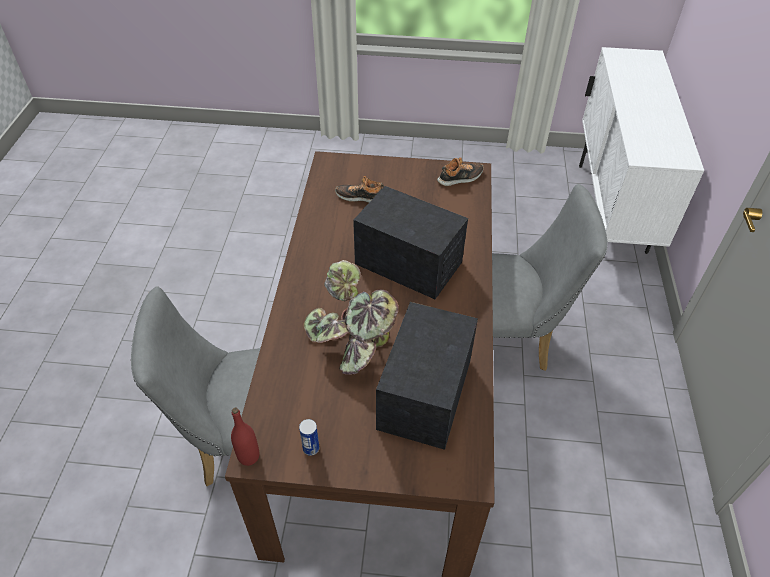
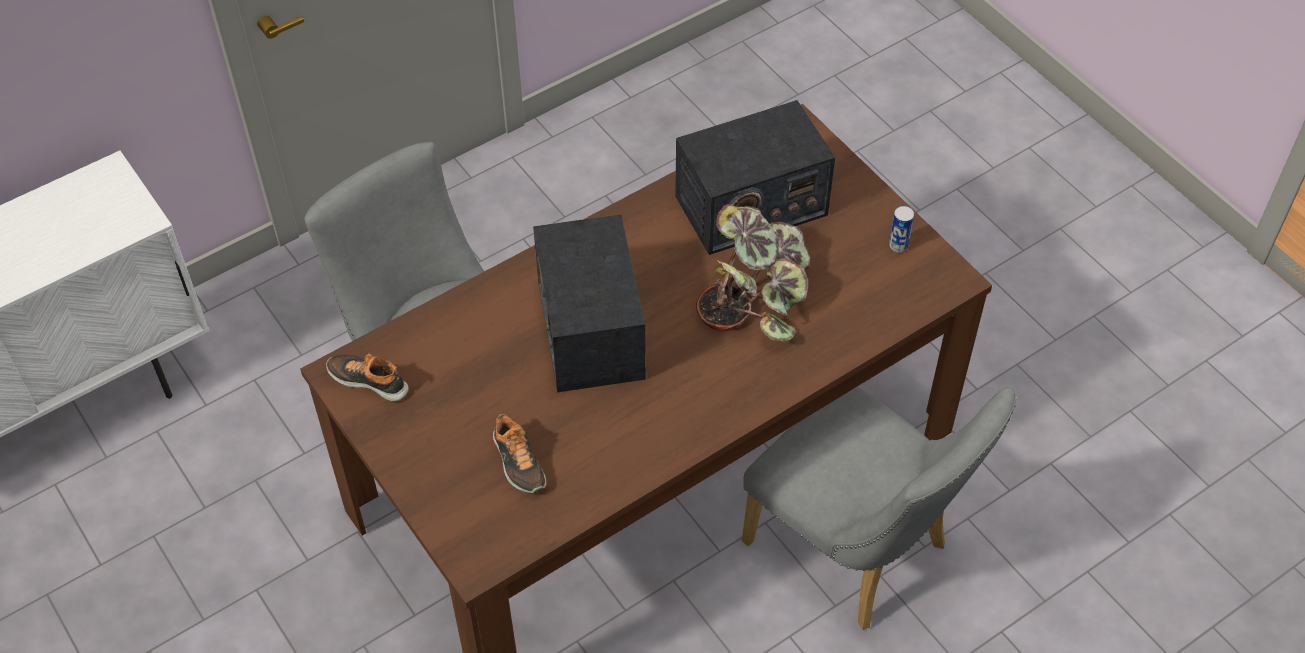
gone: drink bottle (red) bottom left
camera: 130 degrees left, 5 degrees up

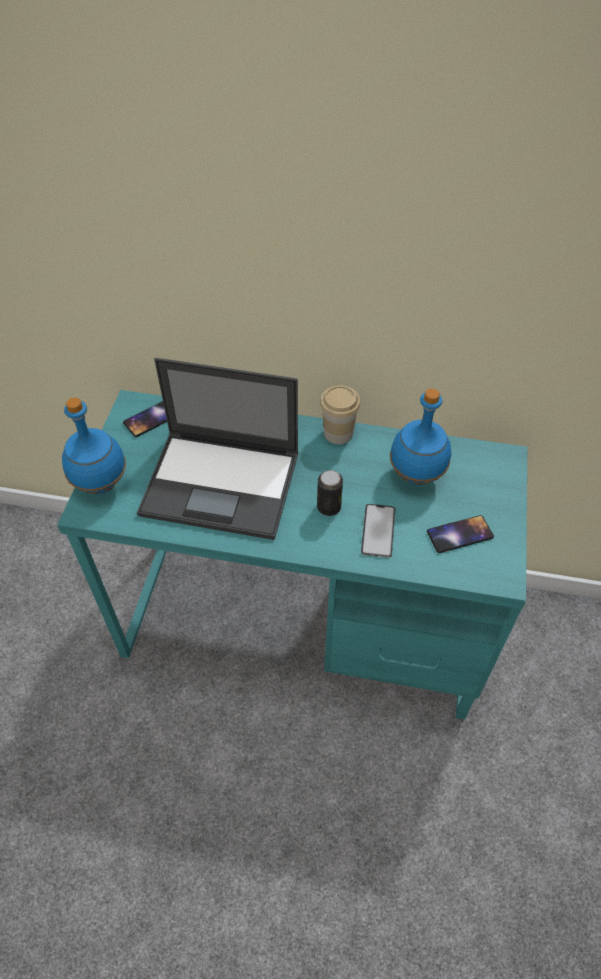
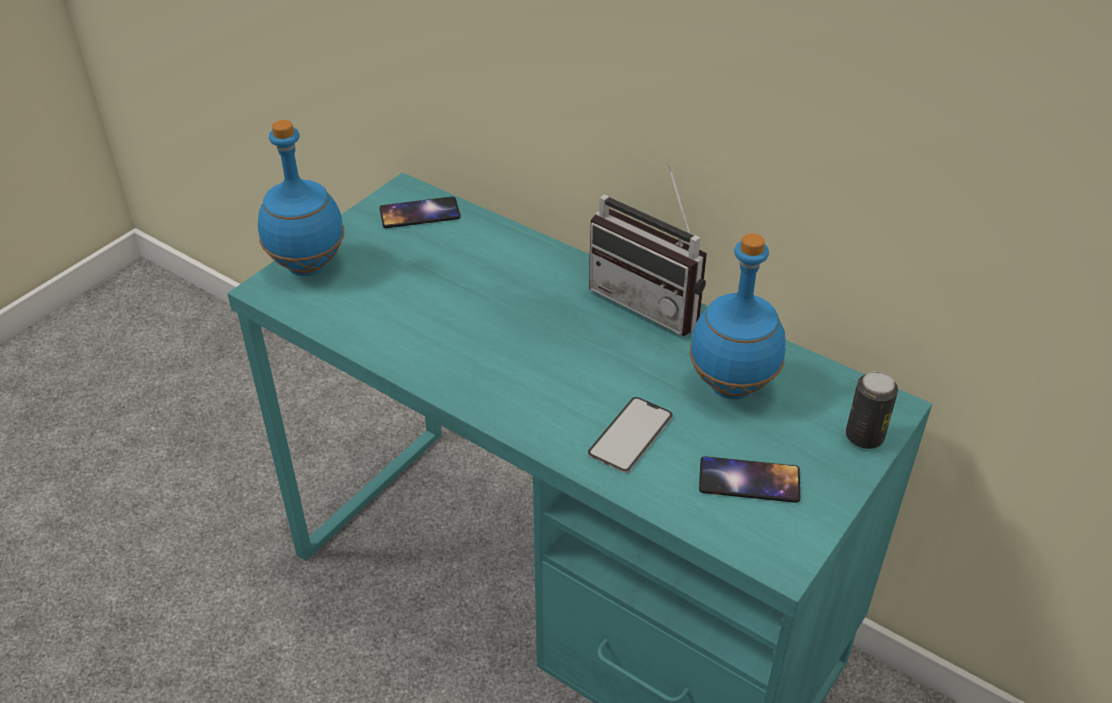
gone: laptop centre
shifted: metal can centre to middle right
swapped: cup centre to radio receiver centre
camera: 25 degrees right, 10 degrees down

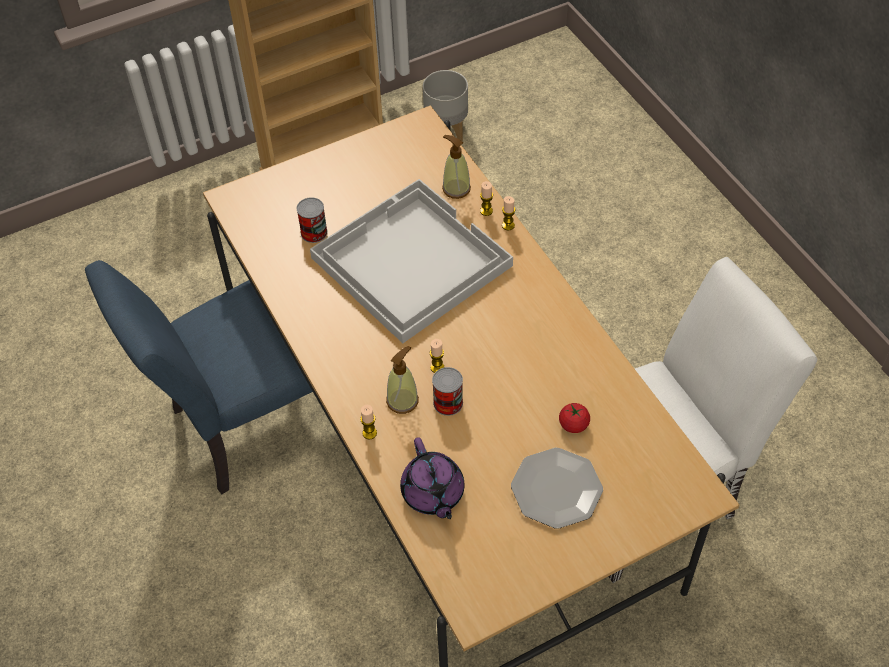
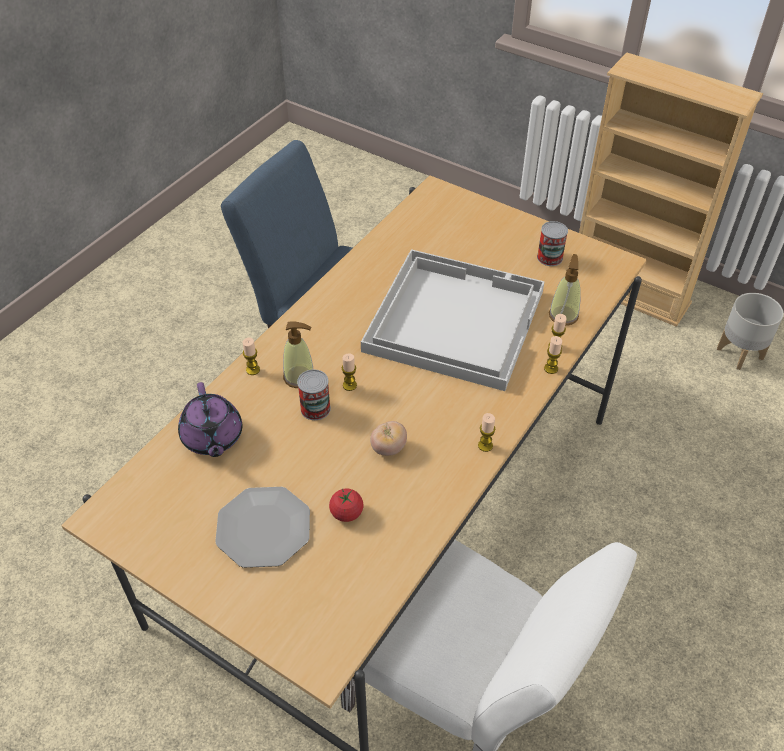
new: fresh tomato (no. 2 from left) centre; candle (no. 3 from left) centre
shifted: metal can (no. 1 from left in the first image) top centre to metal can (no. 2 from left) top right
rotated: tea pot (purple-coloured) bottom centre = middle left 60 degrees counterclockwise
camera: 60 degrees right, 5 degrees down

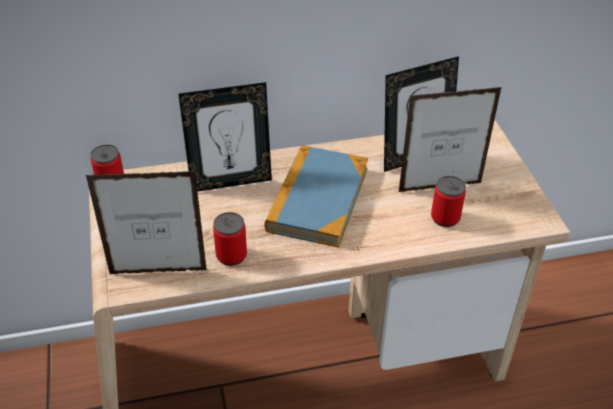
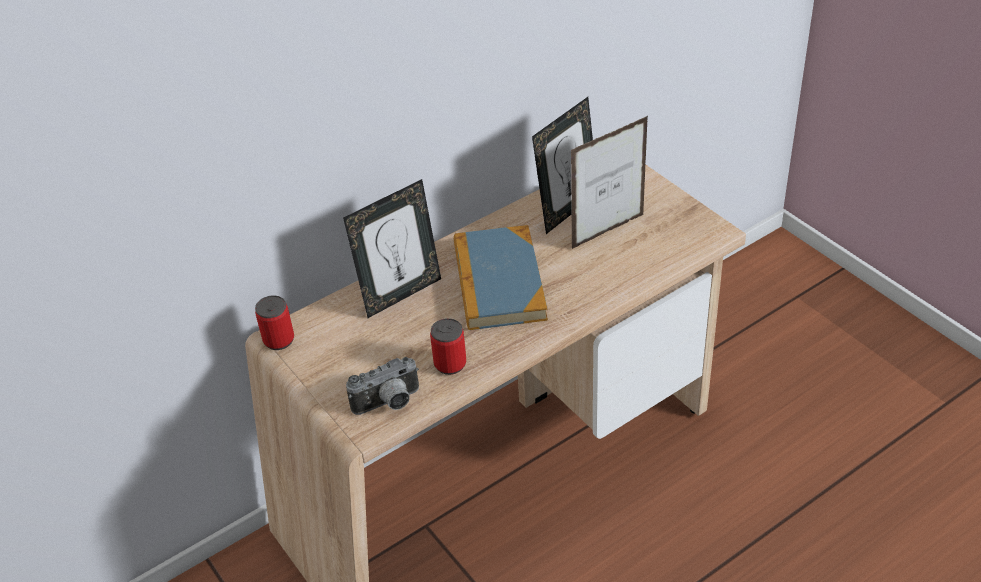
gone: metal can (no. 3 from left) middle right
swapped: picture frame (no. 1 from left) middle left to photo camera centre
camera: 20 degrees left, 0 degrees up

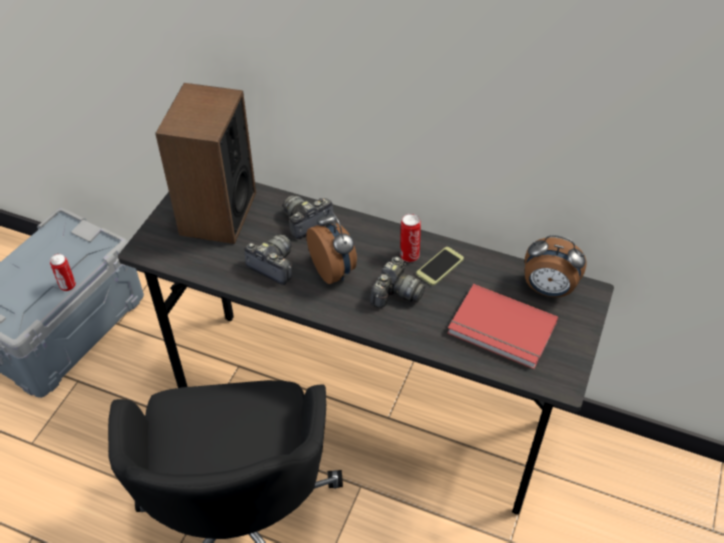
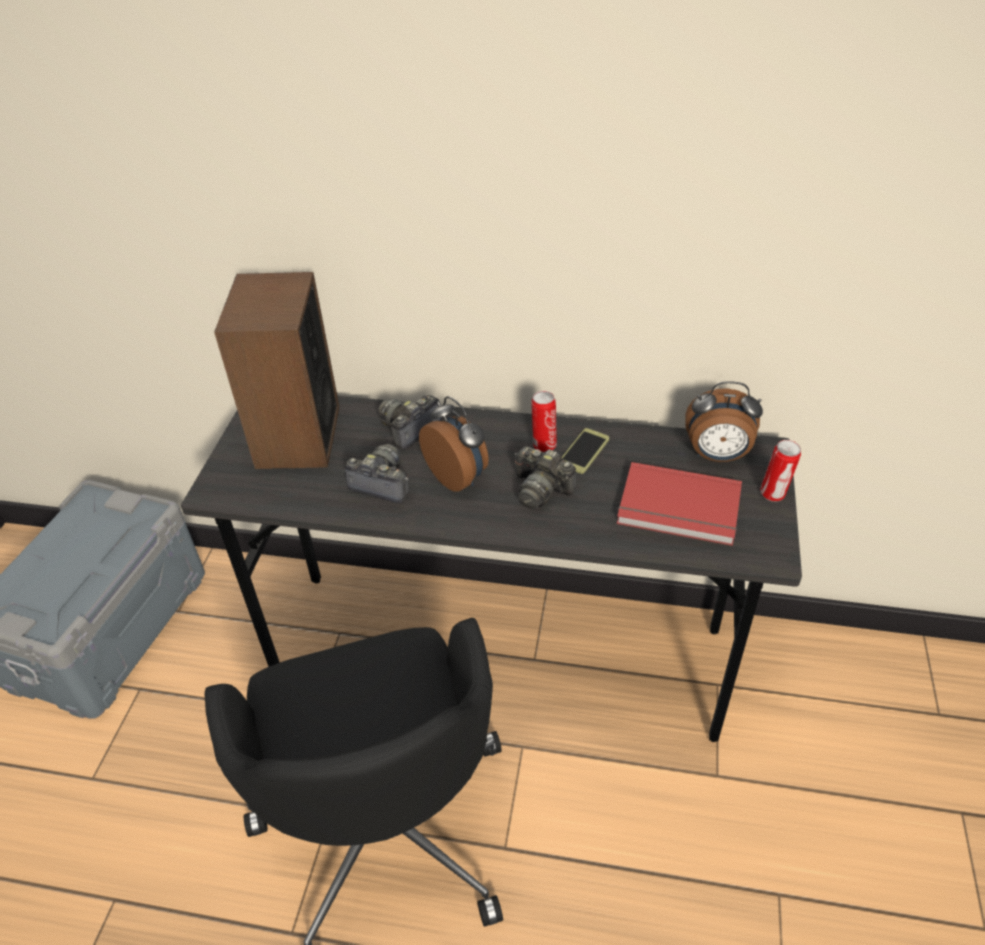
shifted: metal can (no. 1 from left in the first image) middle left to metal can (no. 2 from left) middle right
rotated: photo camera (no. 3 from left) centre = centre 105 degrees clockwise
camera: 10 degrees left, 5 degrees down

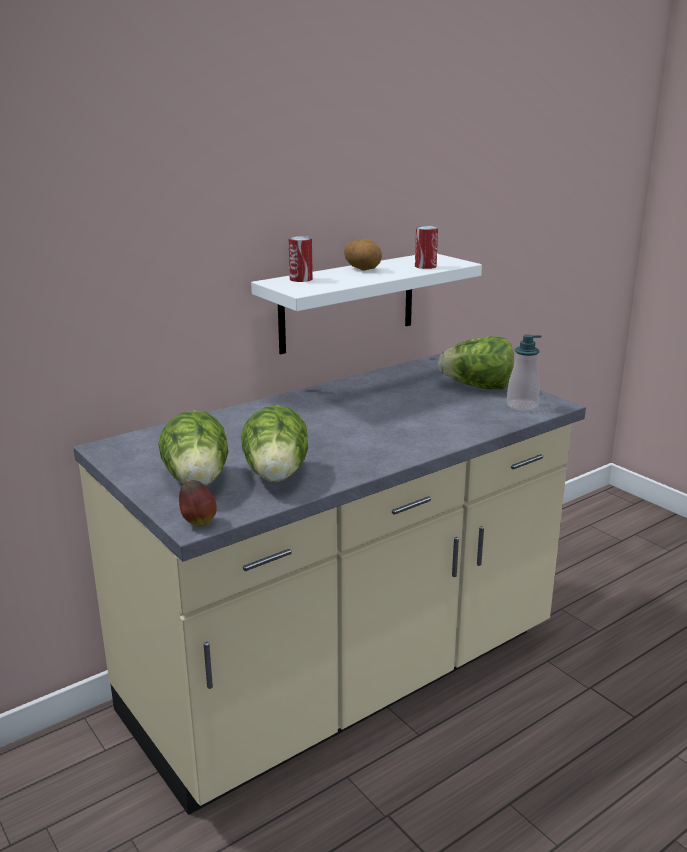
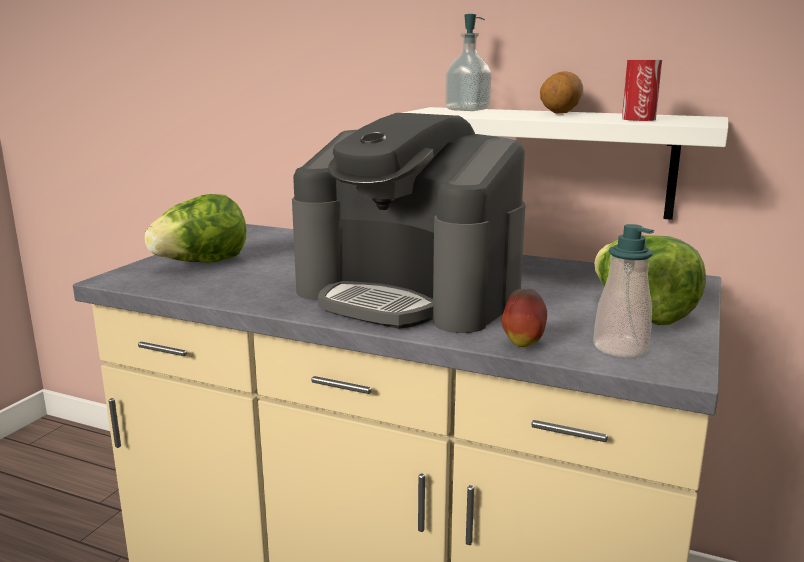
gone: lettuce head (no. 2 from left) centre
new: coffee brewer centre
shifted: apple middle left to centre
swapped: metal can (no. 1 from left) top centre to liquid soap bottle (no. 1 from left) top centre
camera: 60 degrees right, 5 degrees down

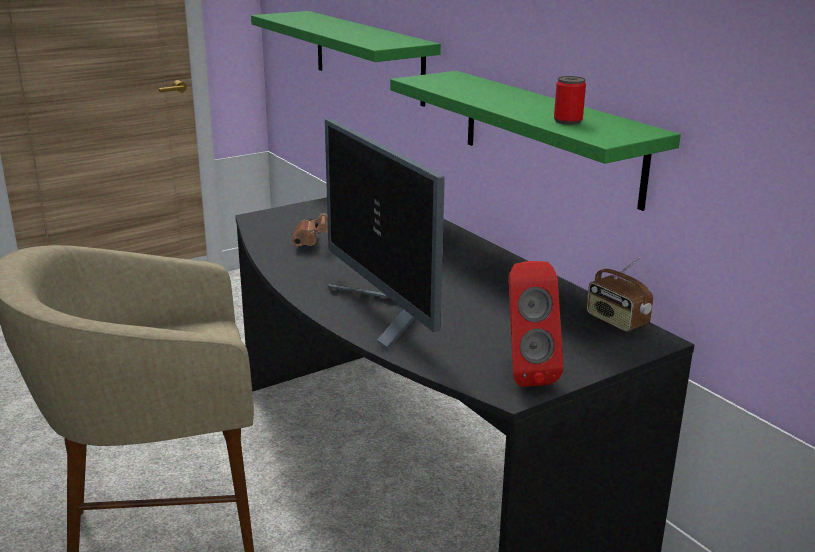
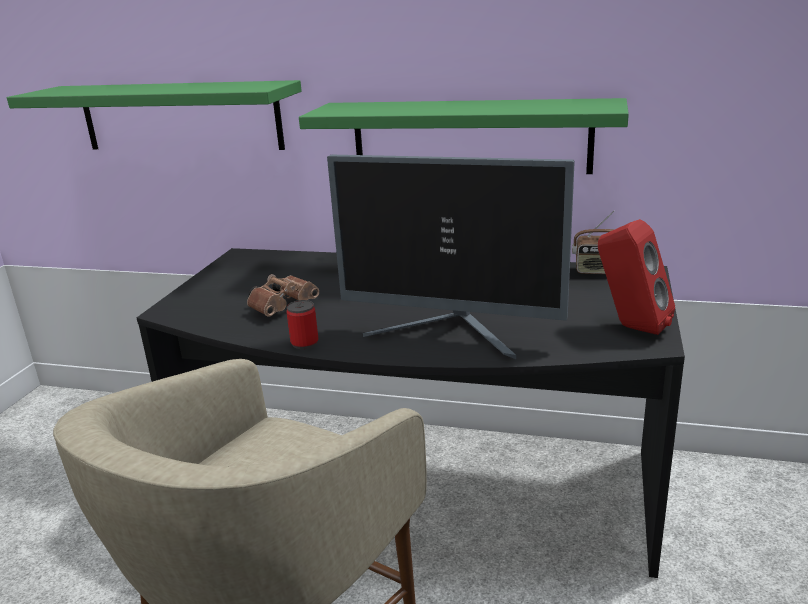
shifted: metal can top right to centre
camera: 40 degrees left, 0 degrees up

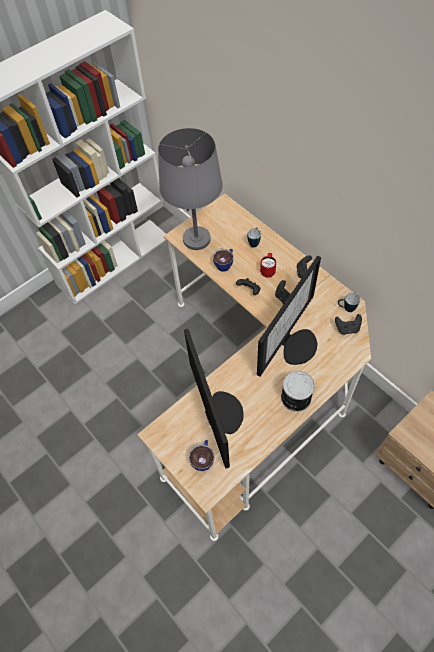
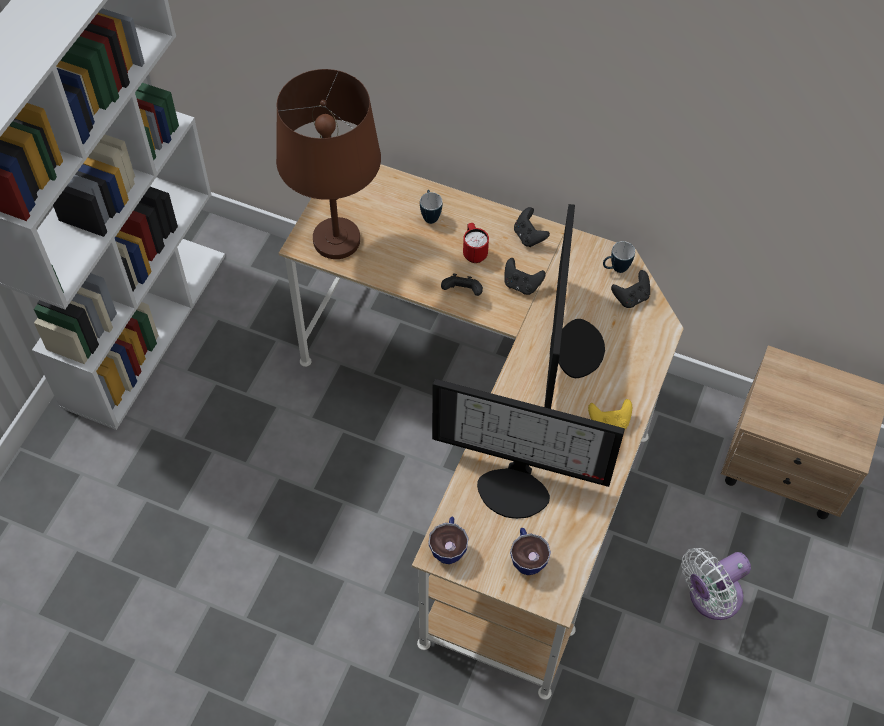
new: cooling fan (white-coloured) bottom right
shifted: cup (no. 2 from left in the first image) centre to cup (no. 1 from left) bottom centre
swapped: metal can middle right to gamepad (yellow) middle right
repainted: lamp for a table (greyish) top centre to lamp for a table (brown) top centre
rotated: monitor (no. 1 from left) centre = centre 150 degrees clockwise
camera: 30 degrees left, 0 degrees up

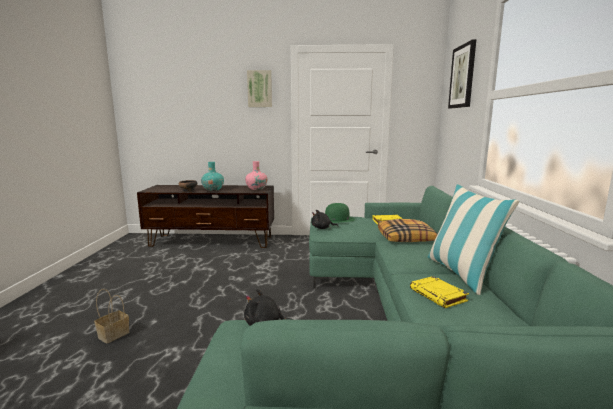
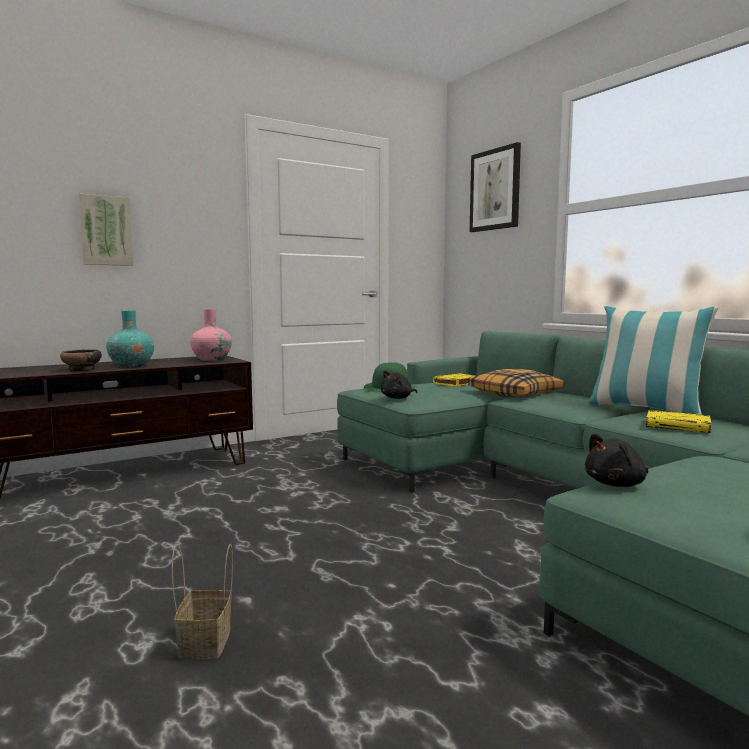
shifted: picture (no. 1 from left) top centre to top left
camera: 35 degrees left, 5 degrees down

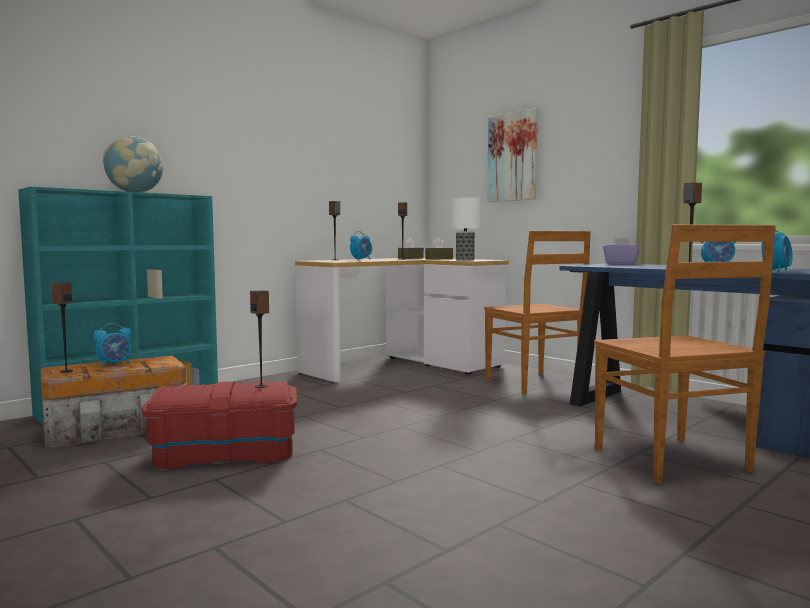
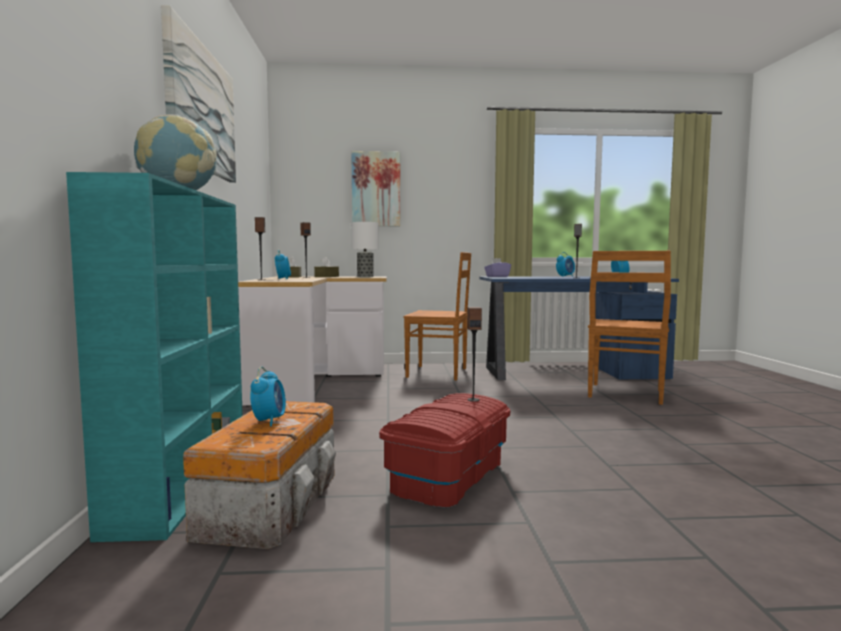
gone: speaker (no. 1 from left) middle left
new: picture (no. 1 from left) top left
rotated: chair (brown) (no. 2 from left) middle right = middle right 90 degrees clockwise
camera: 50 degrees left, 0 degrees up

